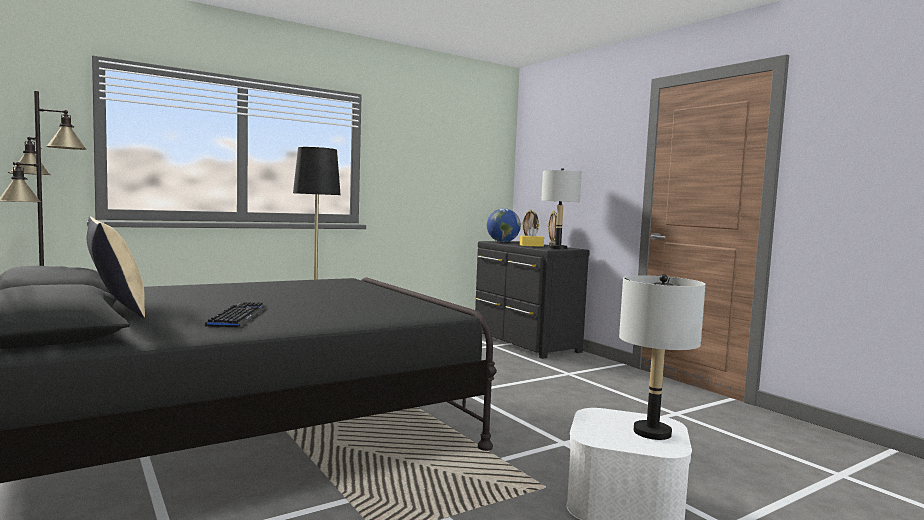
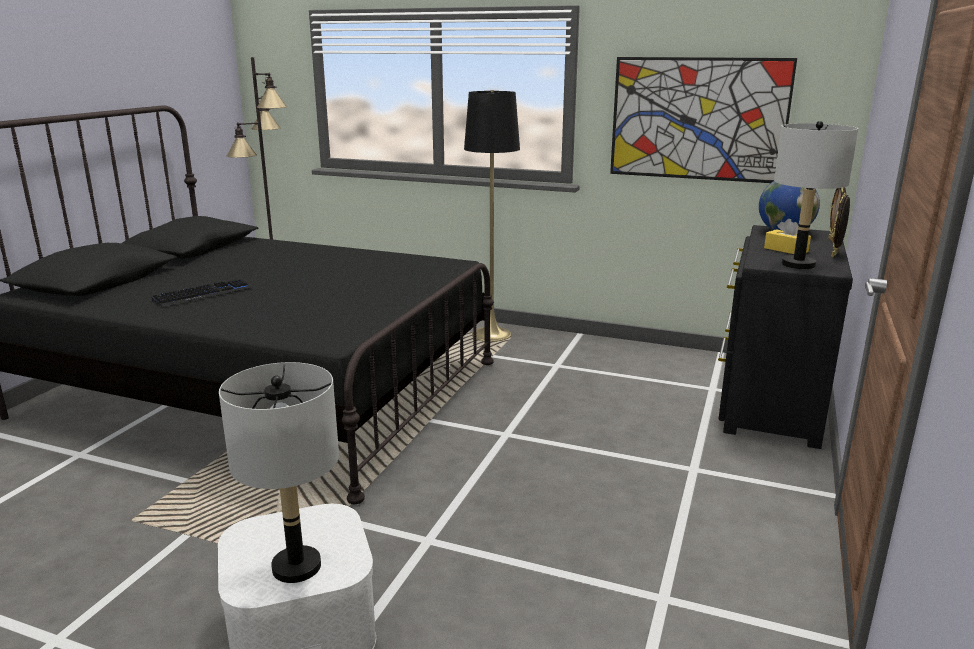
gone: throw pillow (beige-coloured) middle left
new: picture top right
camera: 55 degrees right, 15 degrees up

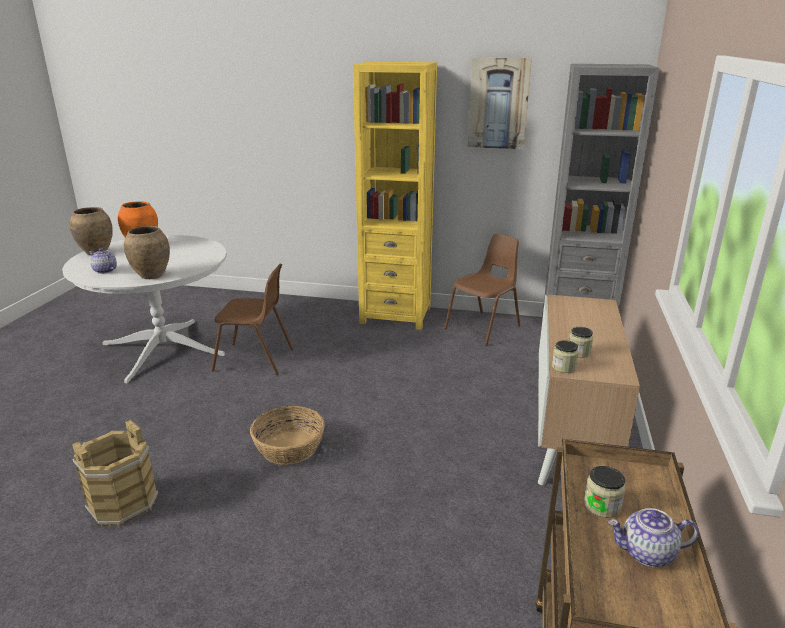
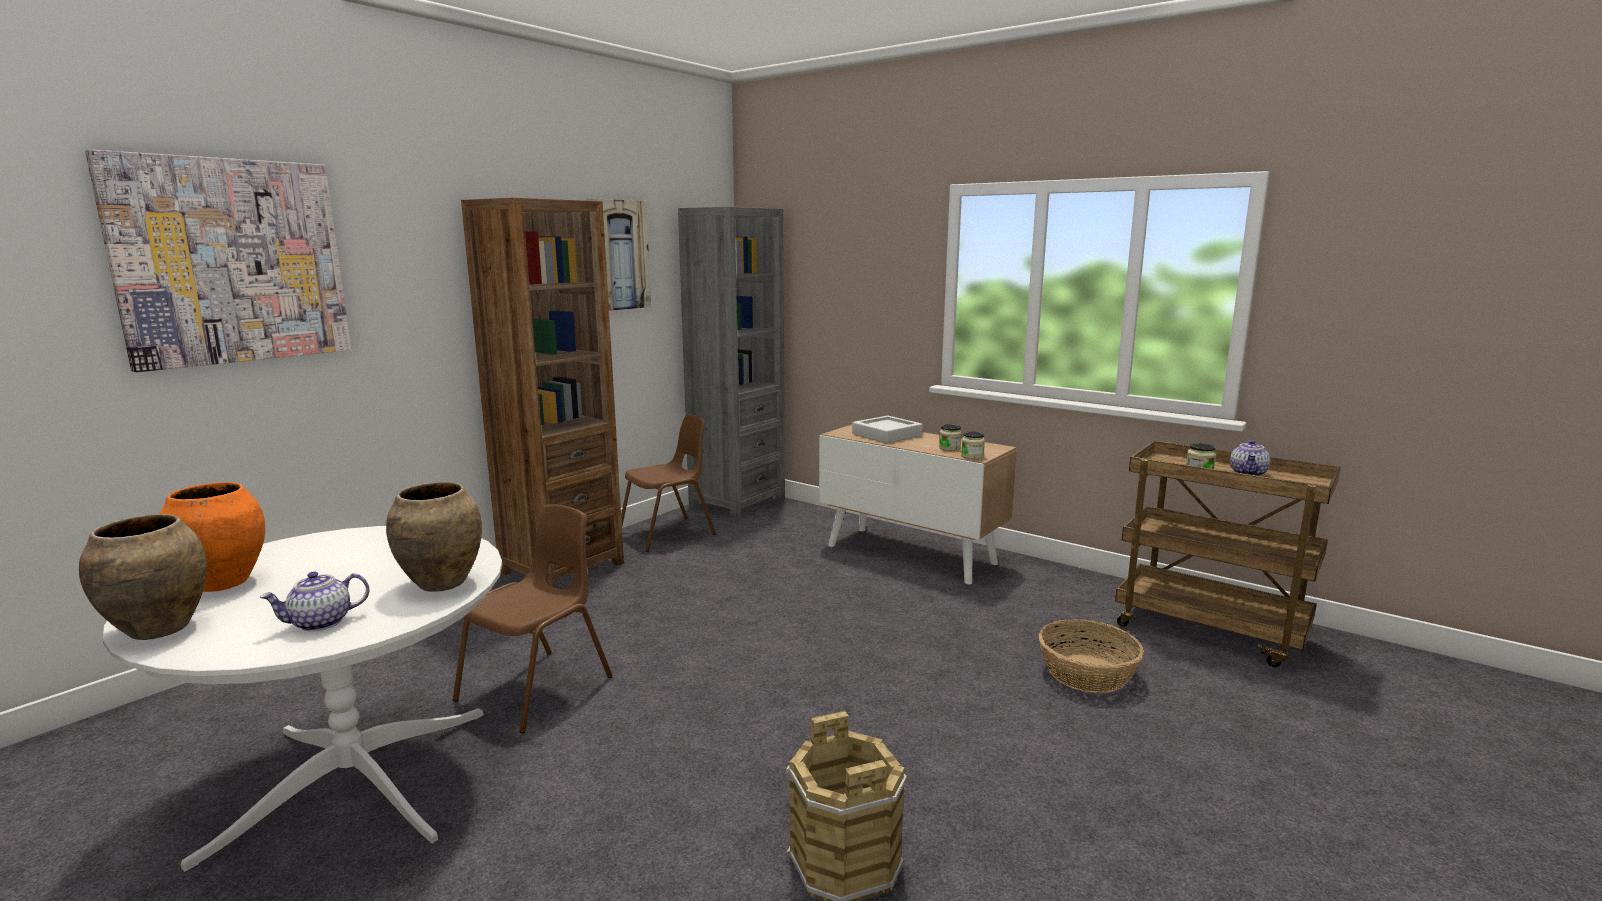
new: picture (no. 1 from left) top left; carrying tray (greyish) centre
shifted: storage basket bottom centre to bottom right
repainted: bookshelf (yellow) top centre to bookshelf (brown) centre
rotated: chair (brown) (no. 2 from left) centre = centre 75 degrees clockwise
camera: 65 degrees left, 10 degrees down

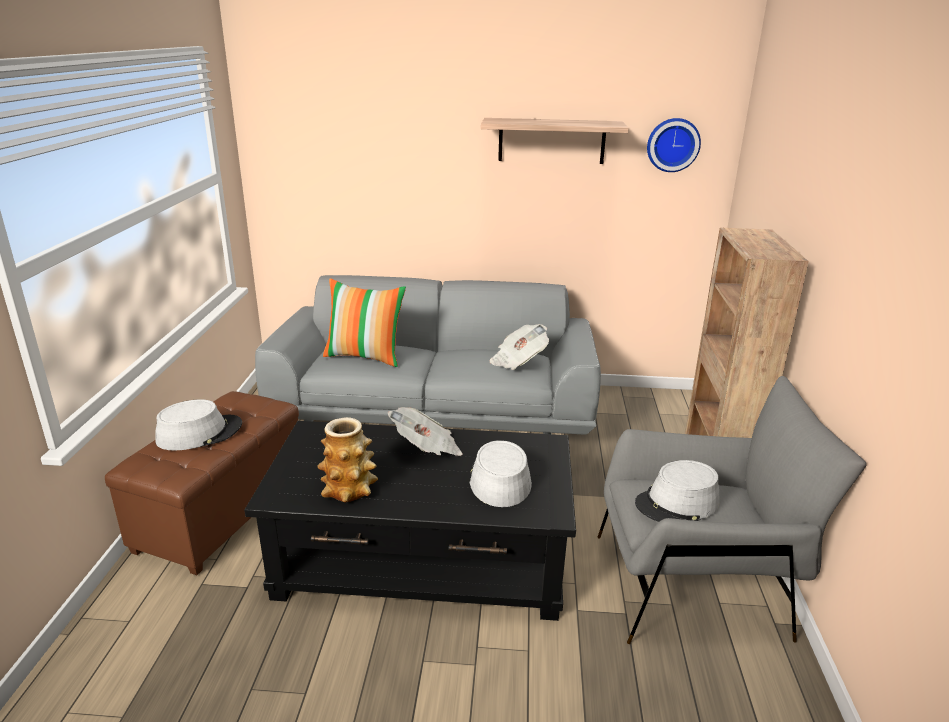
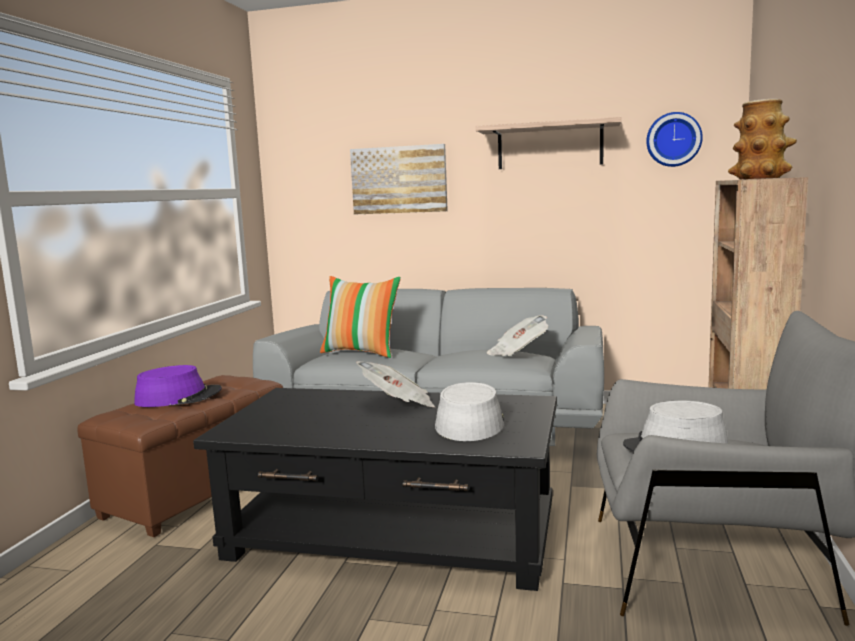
new: picture top centre
shifted: flower vase centre to top right
repainted: clothing hat (greyish) (no. 1 from left) middle left to clothing hat (purple-coloured) middle left
camera: 10 degrees right, 15 degrees down

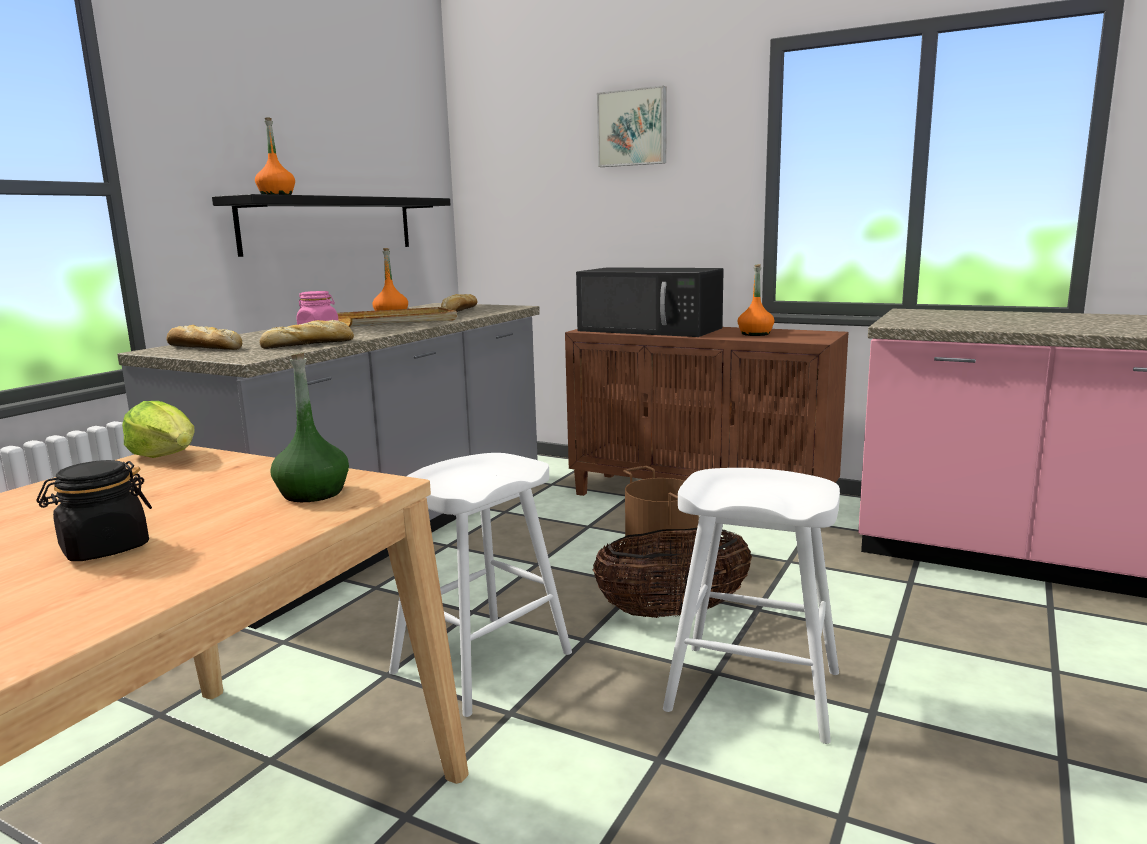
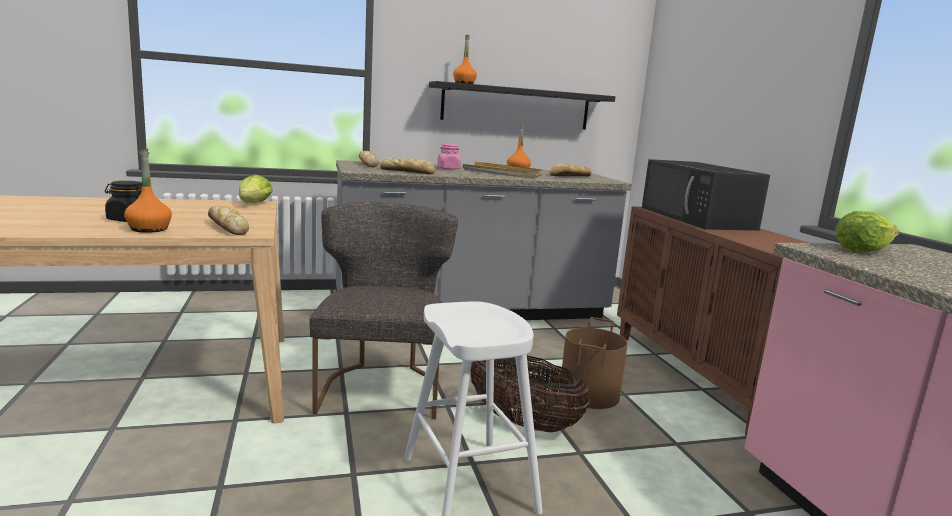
gone: picture top centre
new: lettuce head (no. 2 from left) middle right
shifted: drink bottle (orange) (no. 3 from left in the first image) centre to drink bottle (orange) (no. 1 from left) middle left
swapped: drink bottle (greenish) middle left to bakery bread (no. 1 from left) middle left; sitting stool (white-coloured) (no. 1 from left) bottom centre to chair (greyish) centre
camera: 45 degrees right, 0 degrees up

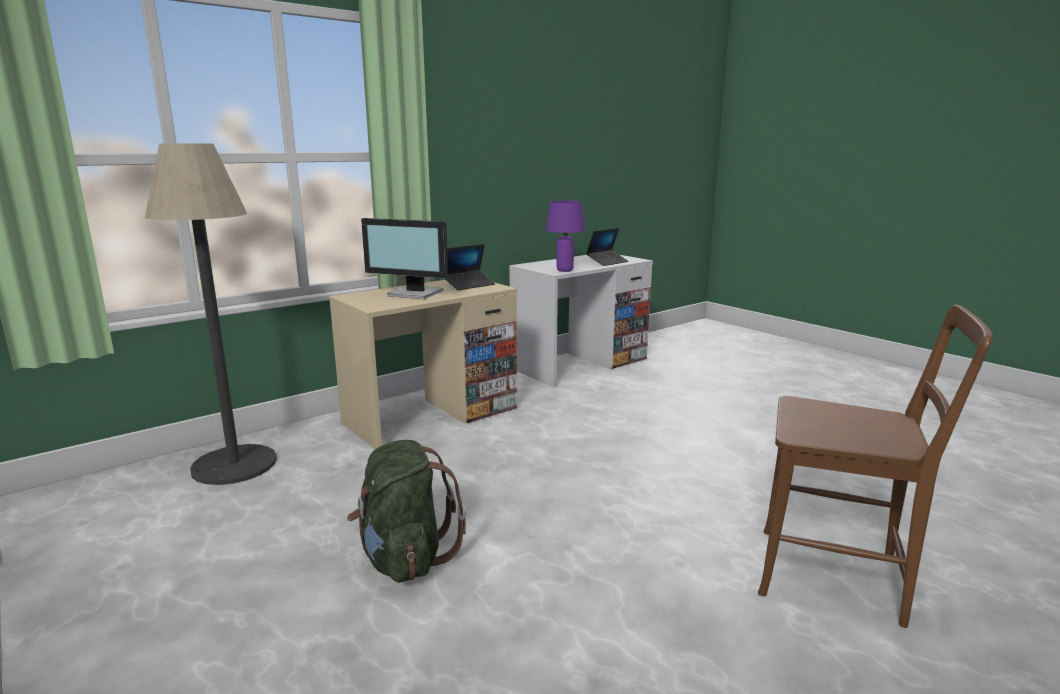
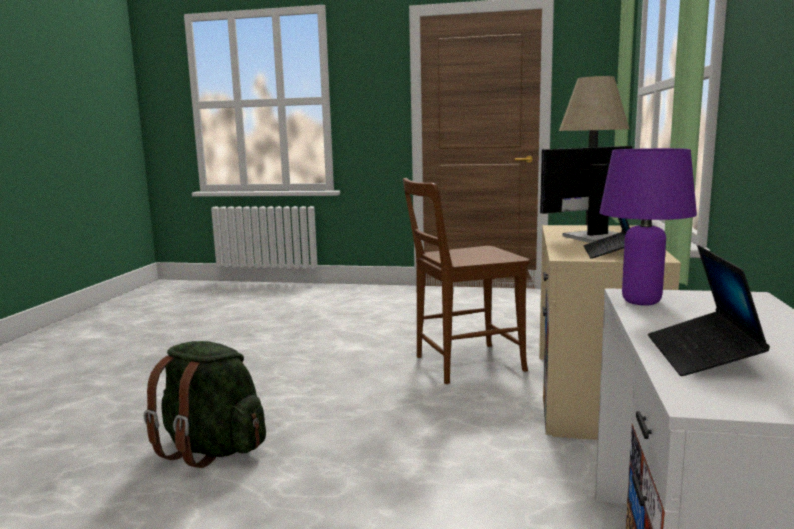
shifted: backpack (greenish) bottom centre to bottom left; chair (brown) bottom right to centre
camera: 140 degrees right, 5 degrees down

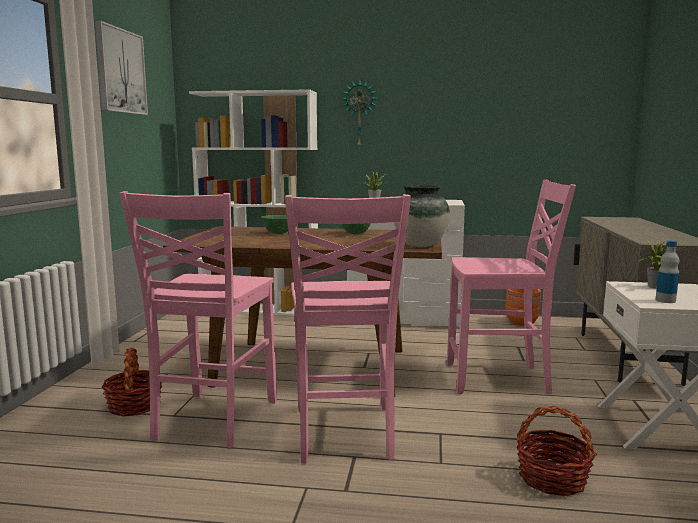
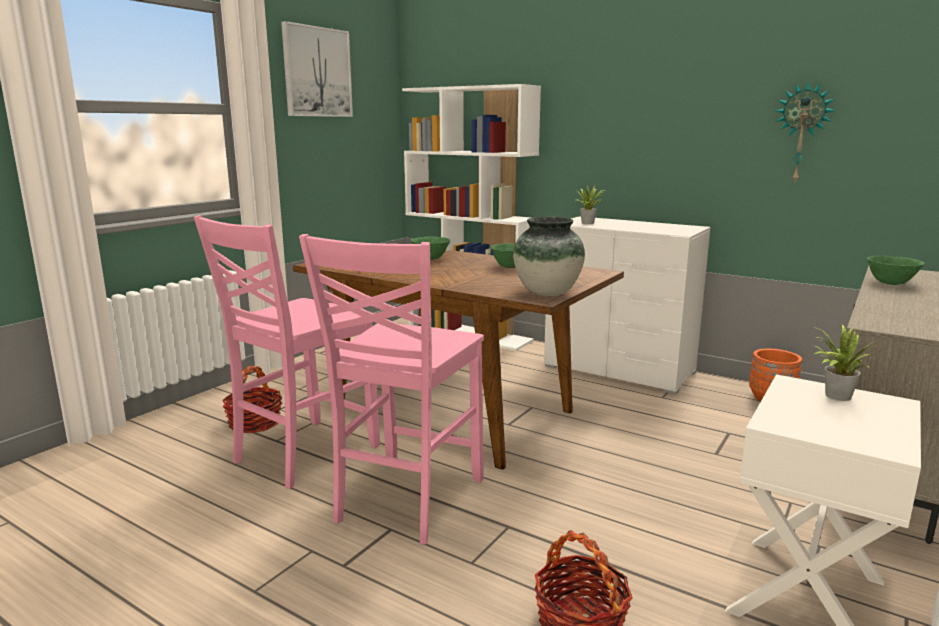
gone: chair (pink-coloured) (no. 3 from left) middle right; drink bottle middle right
new: bowl (greenish) (no. 3 from left) middle right
shifted: clock on the wall top centre to top right
camera: 25 degrees right, 5 degrees up

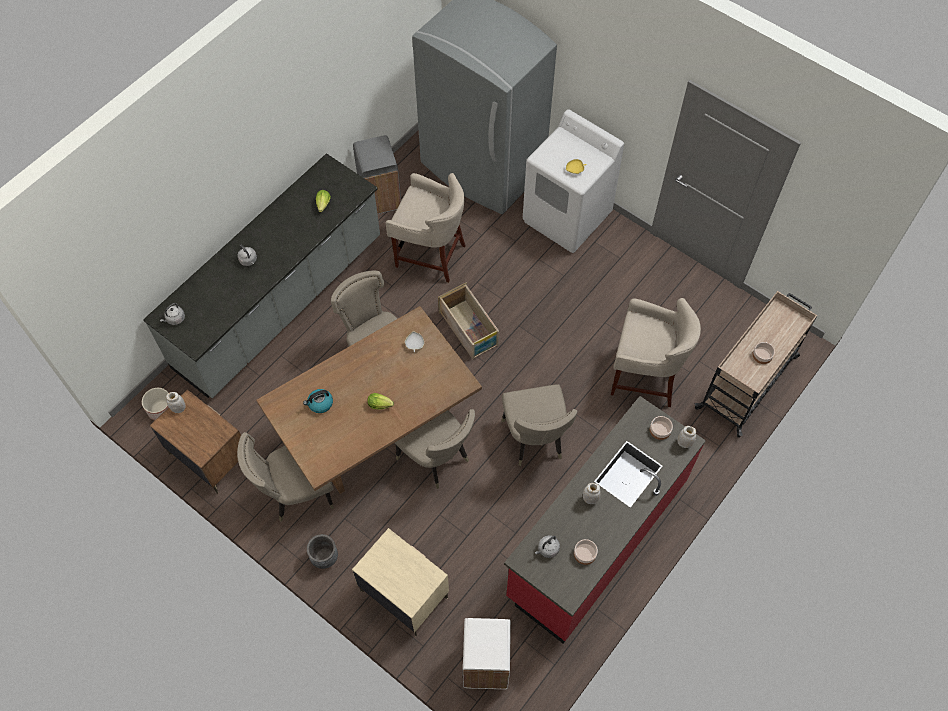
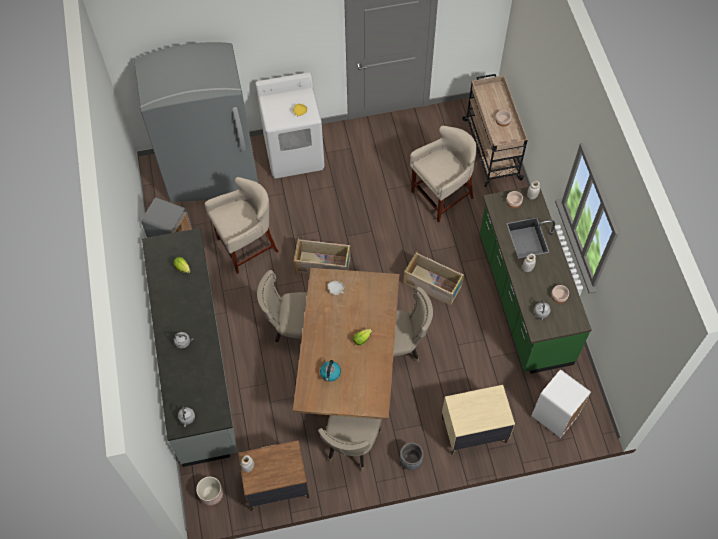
swapped: chair (beige-coloured) (no. 4 from left) centre to packing crate (no. 2 from left) centre
repainted: kitchen counter (red) bottom centre to kitchen counter (greenish) middle right
camera: 50 degrees left, 0 degrees up

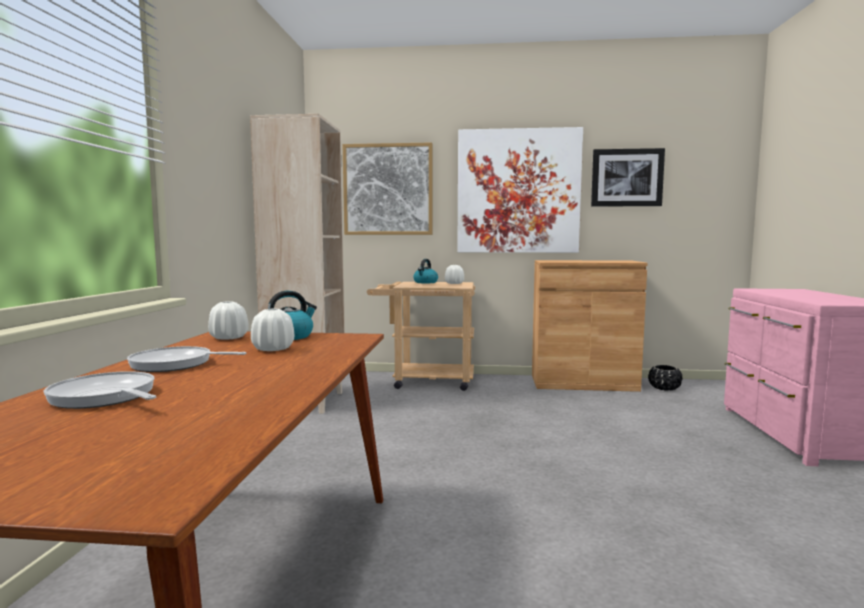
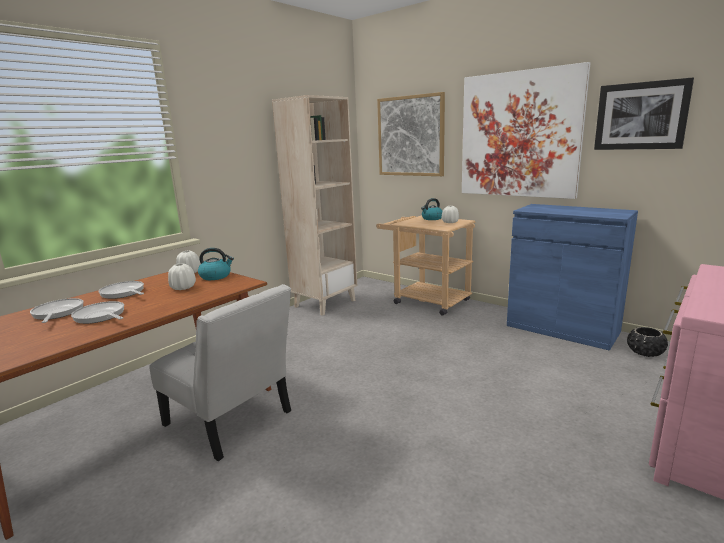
new: pan (no. 2 from left) middle left; chair (white-coloured) bottom left
repainted: storage cabinet (brown) middle right to storage cabinet (bluish) middle right
camera: 35 degrees right, 10 degrees up

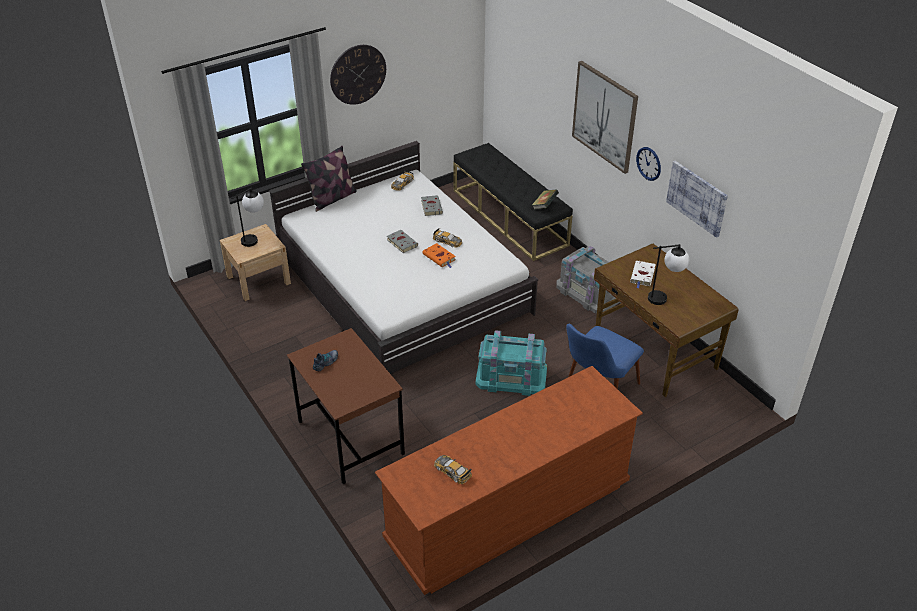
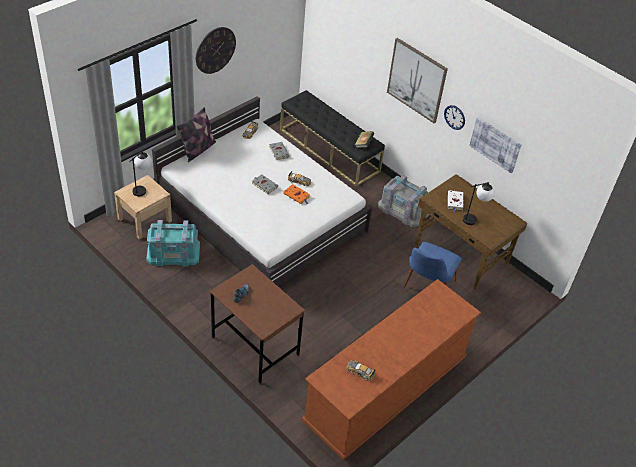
shifted: storage bin (turquoise) centre to middle left
camera: 15 degrees left, 5 degrees up

